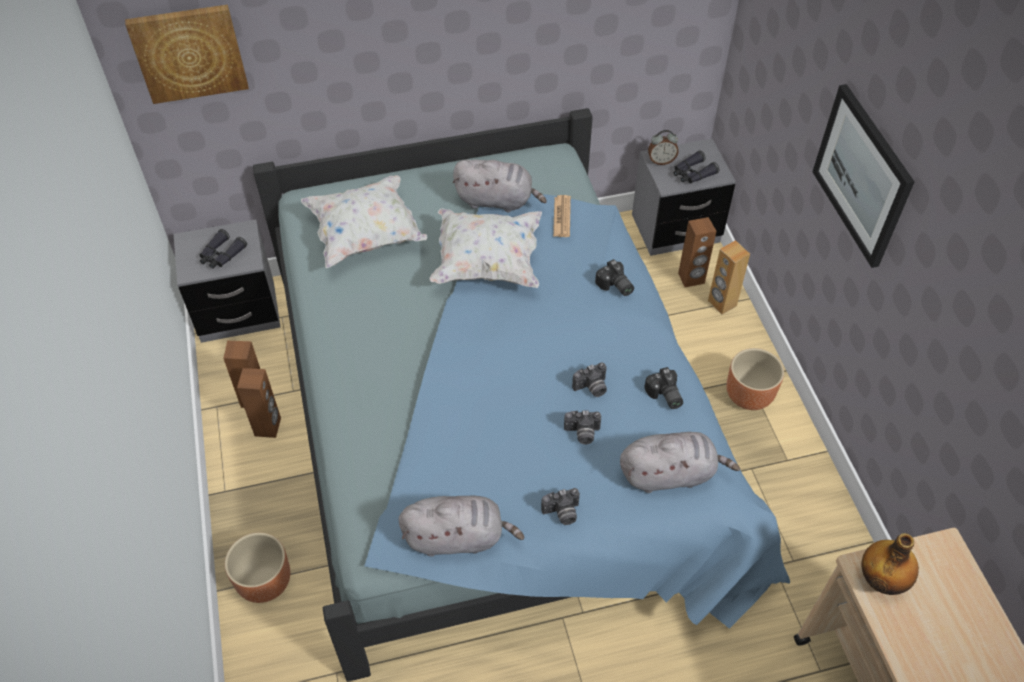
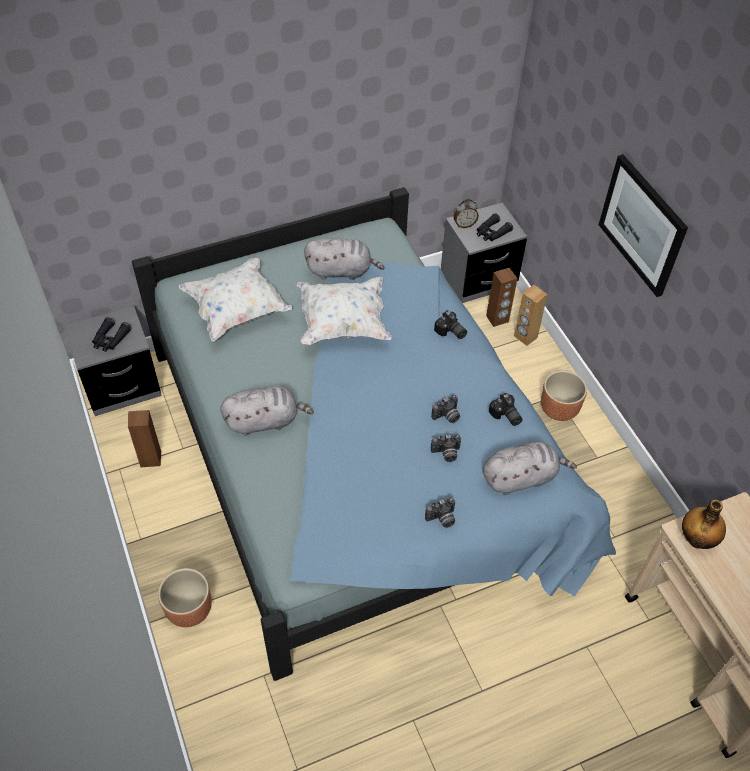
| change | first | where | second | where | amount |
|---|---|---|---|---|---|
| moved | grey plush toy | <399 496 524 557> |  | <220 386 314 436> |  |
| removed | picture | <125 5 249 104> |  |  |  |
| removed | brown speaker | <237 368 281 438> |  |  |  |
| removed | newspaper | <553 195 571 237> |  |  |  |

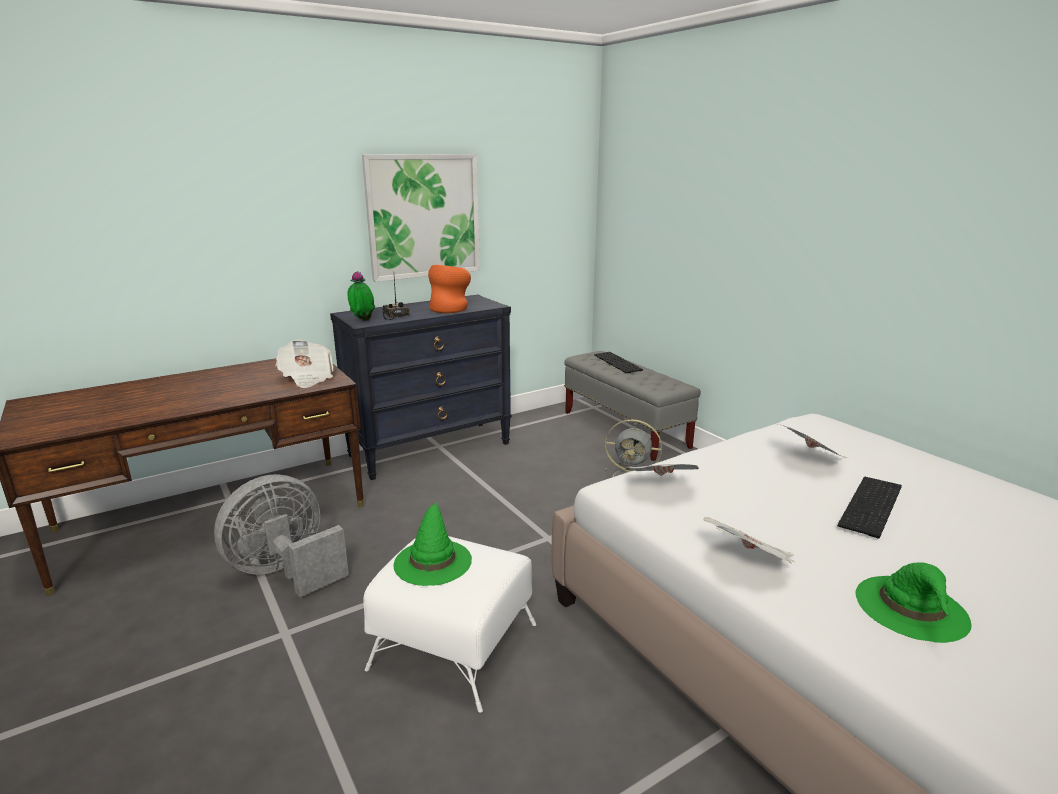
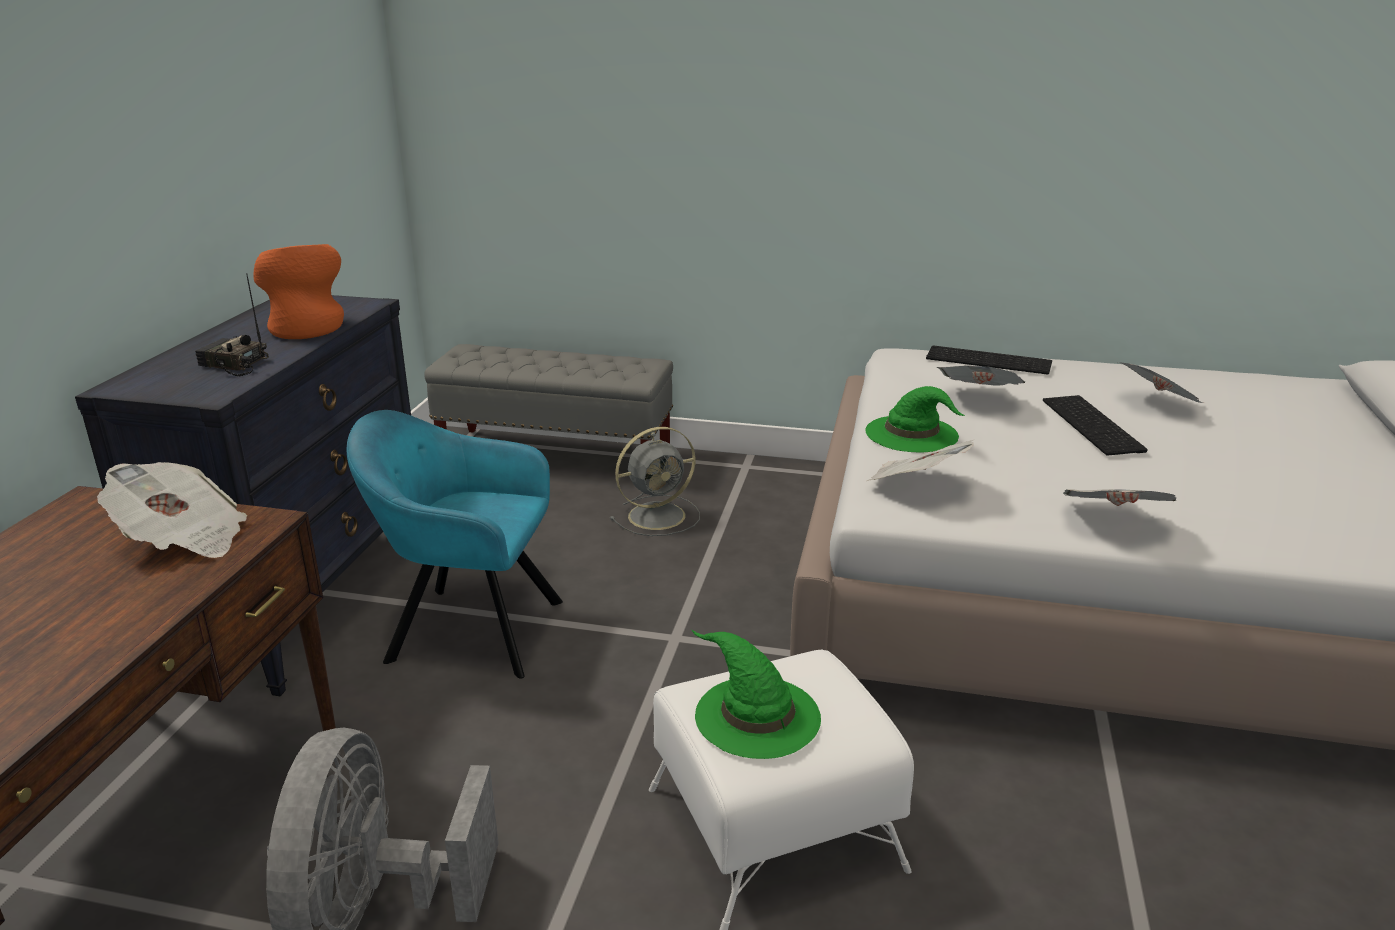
| change | first | where | second | where | amount |
|---|---|---|---|---|---|
| added |  |  | turquoise armchair | <347 410 563 678> |  |
| moved | green hat | <856 562 971 643> |  | <865 386 965 453> |  |
| moved | keyboard | <594 352 643 373> |  | <926 345 1052 375> |  |
| added |  |  | newspaper | <1118 362 1203 403> |  |
| removed | potted plant | <347 271 375 321> |  |  |  |
| removed | picture | <362 154 480 282> |  |  |  |

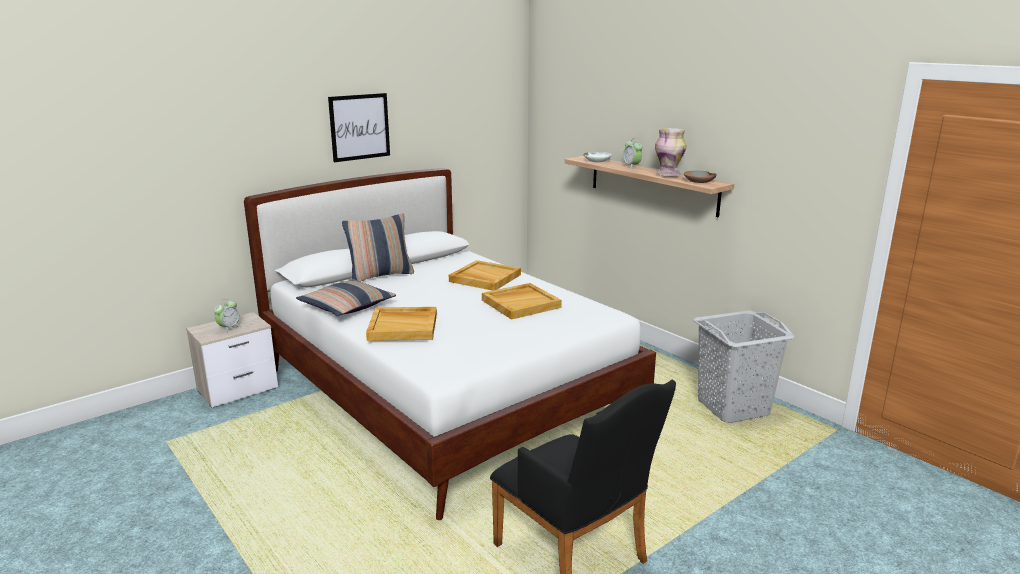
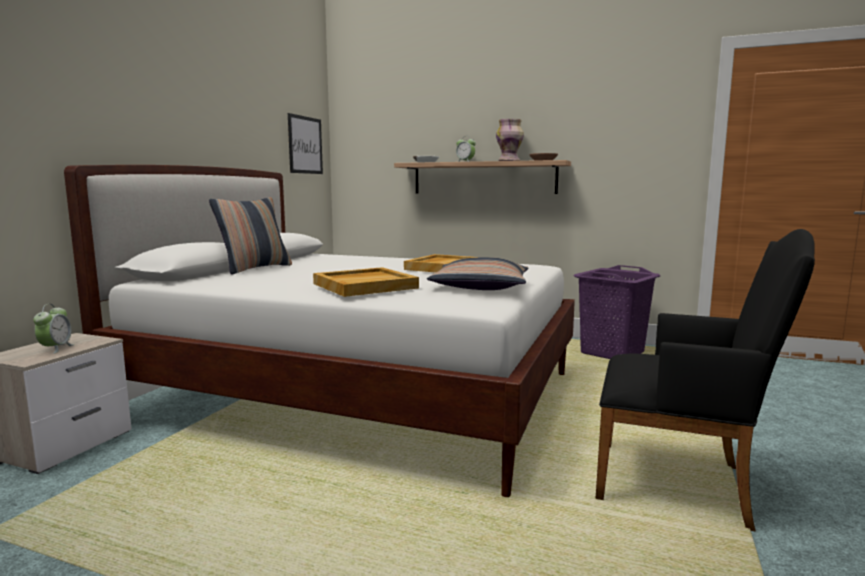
| change | first | where | second | where | amount |
|---|---|---|---|---|---|
| moved | picture | <328 93 390 162> |  | <288 113 323 174> |  |
| moved | pillow | <296 279 396 316> |  | <427 257 529 290> |  |
| recoloured | grey laundry basket | <693 310 795 423> | purple laundry basket | <574 265 660 359> |  |
| removed | beige tray | <449 260 521 291> |  |  |  |

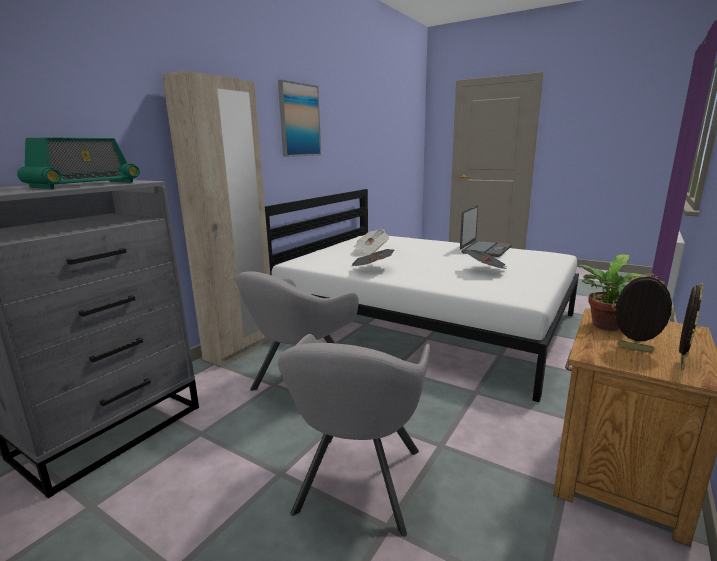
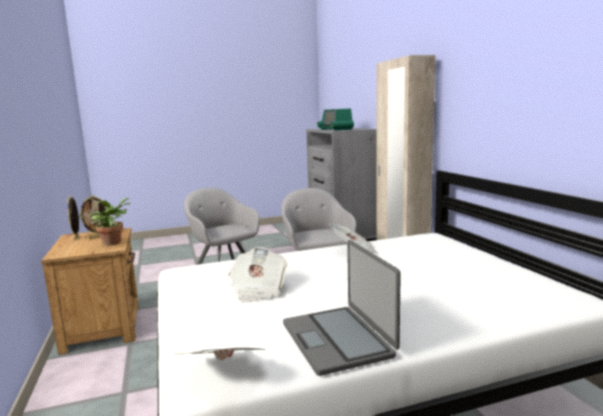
| change | first | where | second | where | amount |
|---|---|---|---|---|---|
| moved | newspaper | <350 229 389 257> |  | <174 347 266 360> |  |
| removed | picture | <278 80 321 157> |  |  |  |

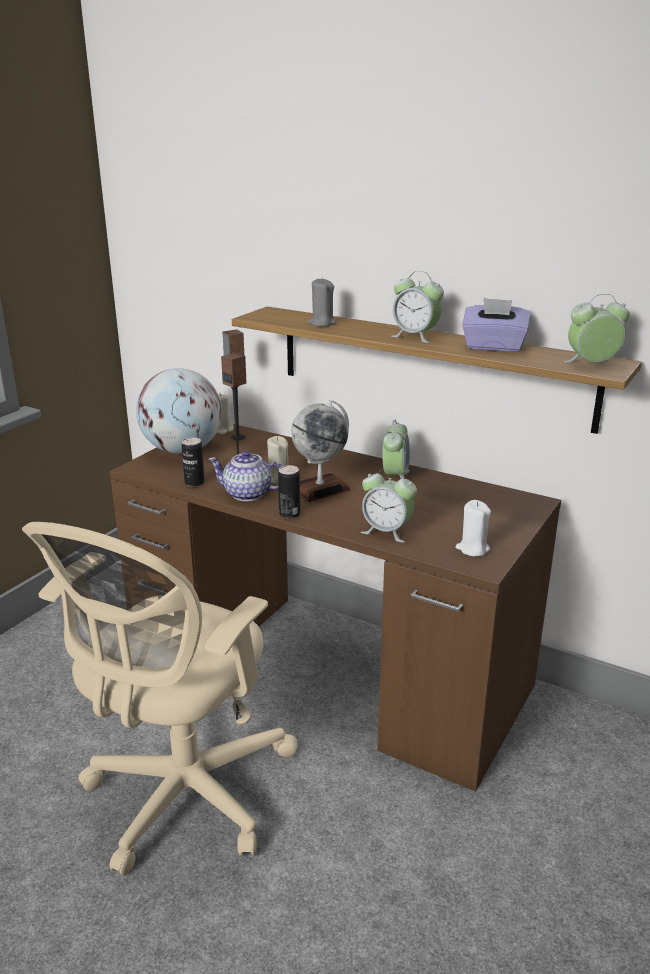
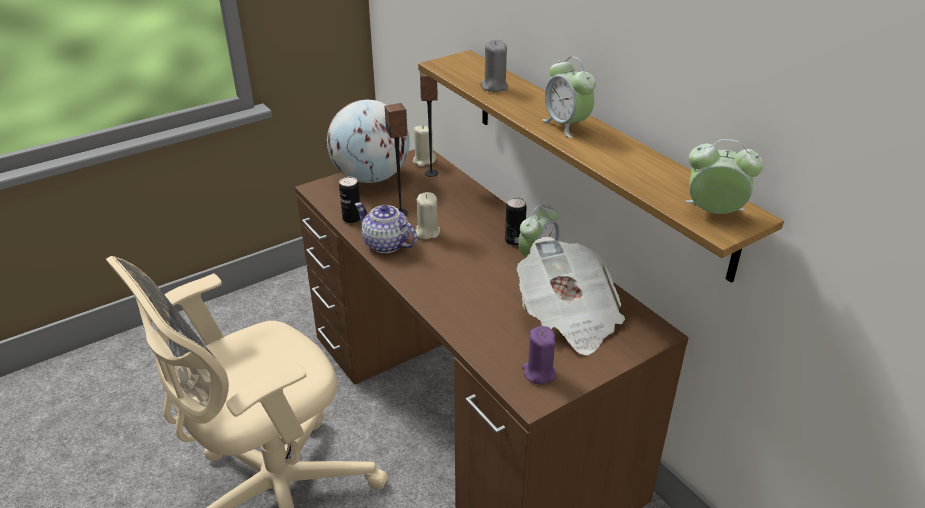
| change | first | where | second | where | amount |
|---|---|---|---|---|---|
| moved | can | <278 465 300 518> |  | <505 197 527 246> |  |
| added |  |  | newspaper | <517 237 625 355> |  |
| recoloured | white candle | <455 500 491 556> | purple candle | <523 326 556 384> |  |
| removed | globe | <291 399 351 502> |  |  |  |
| removed | alarm clock | <361 467 417 543> |  |  |  |
| removed | purple tissue box | <462 298 531 352> |  |  |  |

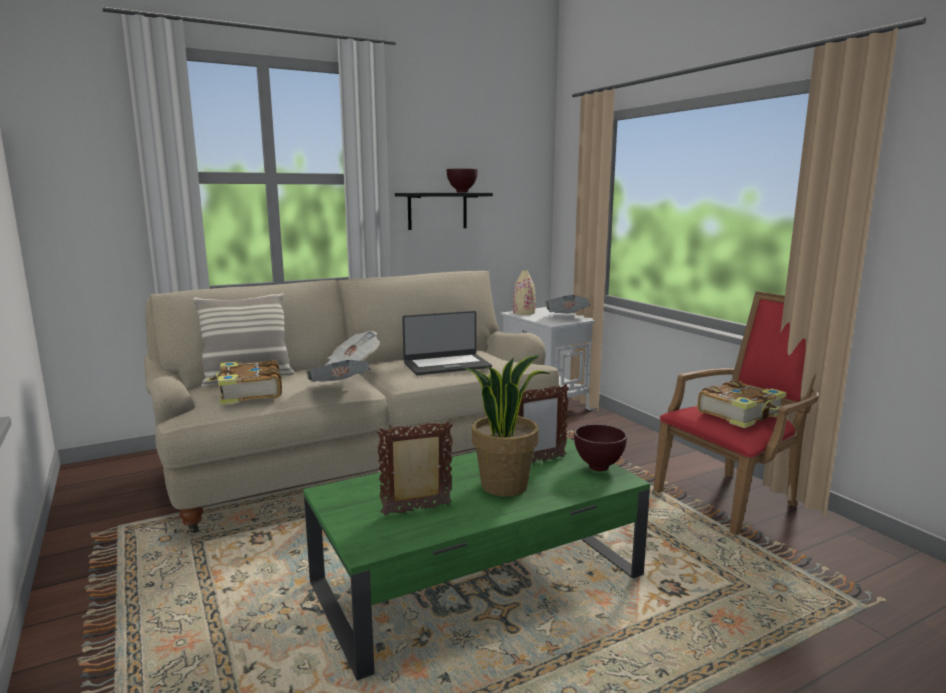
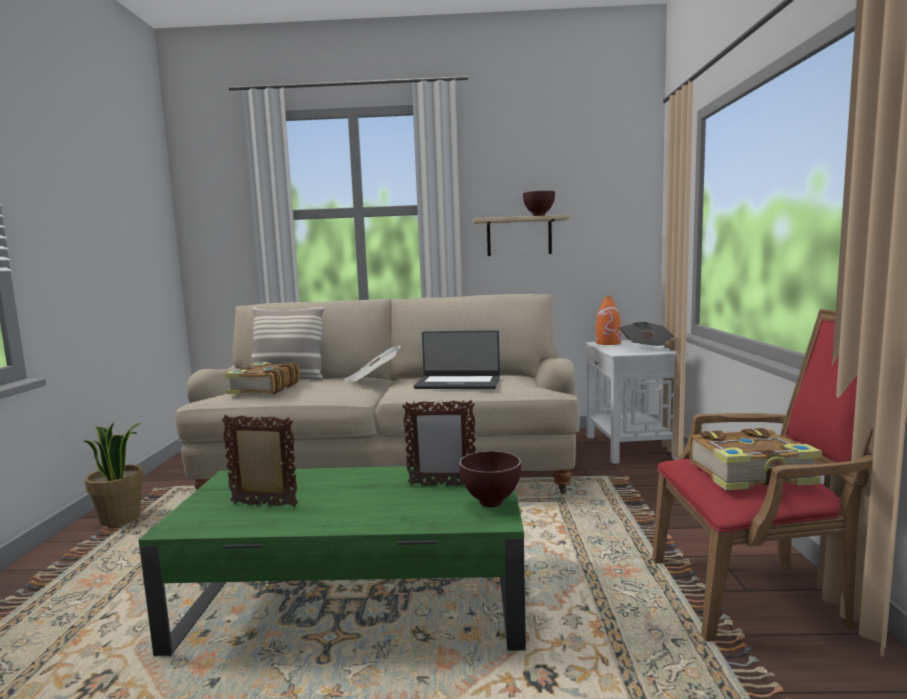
| change | first | where | second | where | amount |
|---|---|---|---|---|---|
| moved | potted plant | <465 355 551 497> |  | <84 422 144 527> |  |
| recoloured | black shelf | <395 193 493 230> | beige shelf | <473 215 570 256> |  |
| recoloured | beige vase | <513 270 535 315> | orange vase | <596 297 621 345> |  |
| removed | newspaper | <306 360 371 382> |  |  |  |

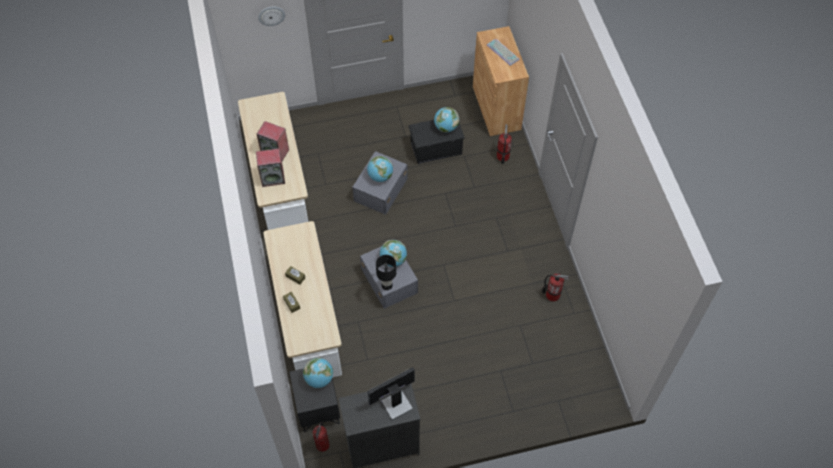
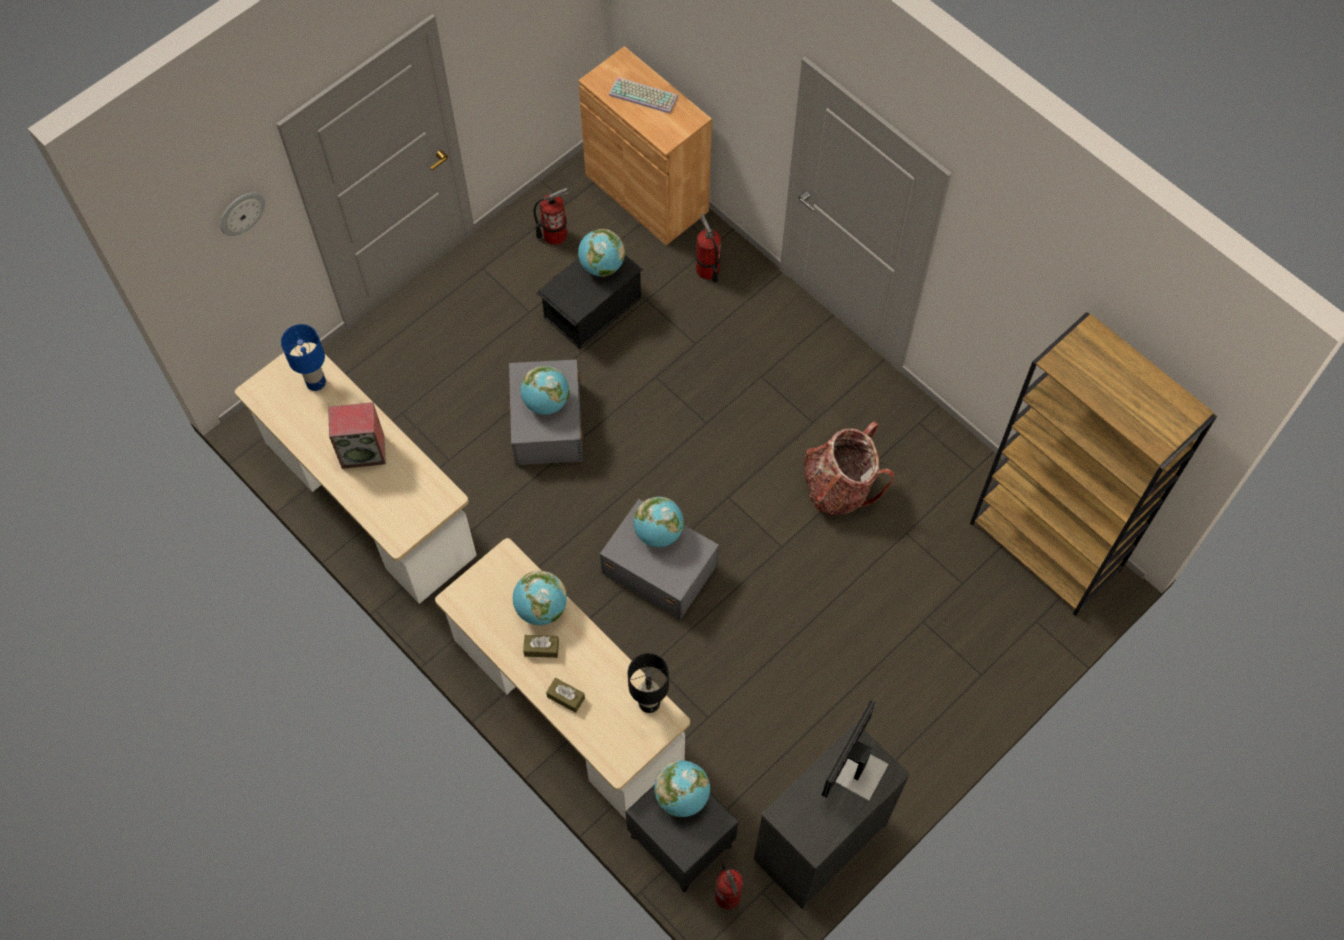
| change | first | where | second | where | amount |
|---|---|---|---|---|---|
| added |  |  | blue table lamp | <281 324 326 391> |  |
| added |  |  | globe | <513 571 567 625> |  |
| moved | fire extinguisher | <542 272 569 302> |  | <533 188 569 245> |  |
| moved | black table lamp | <376 255 396 290> |  | <628 653 669 713> |  |
| added |  |  | backpack | <804 421 894 516> |  |
| added |  |  | brown bookcase | <970 312 1217 616> |  |
| removed | speaker | <256 148 285 187> |  |  |  |

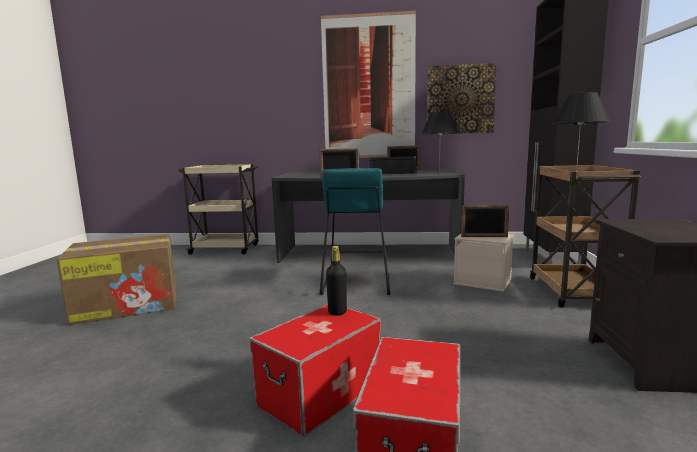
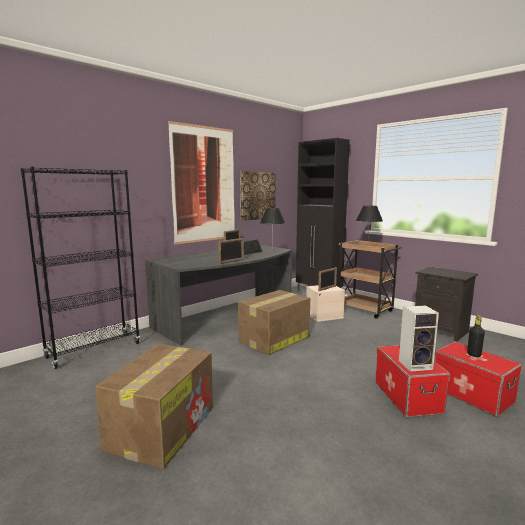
| change | first | where | second | where | amount |
|---|---|---|---|---|---|
| replaced | beige cart | <178 164 259 255> | black bookcase | <21 167 140 369> |  |
| replaced | turquoise stool | <320 168 390 295> | cardboard box | <238 290 310 355> |  |
| added |  |  | speaker | <399 305 439 372> |  |
| moved | black bottle | <326 246 347 316> |  | <467 315 485 357> |  |

